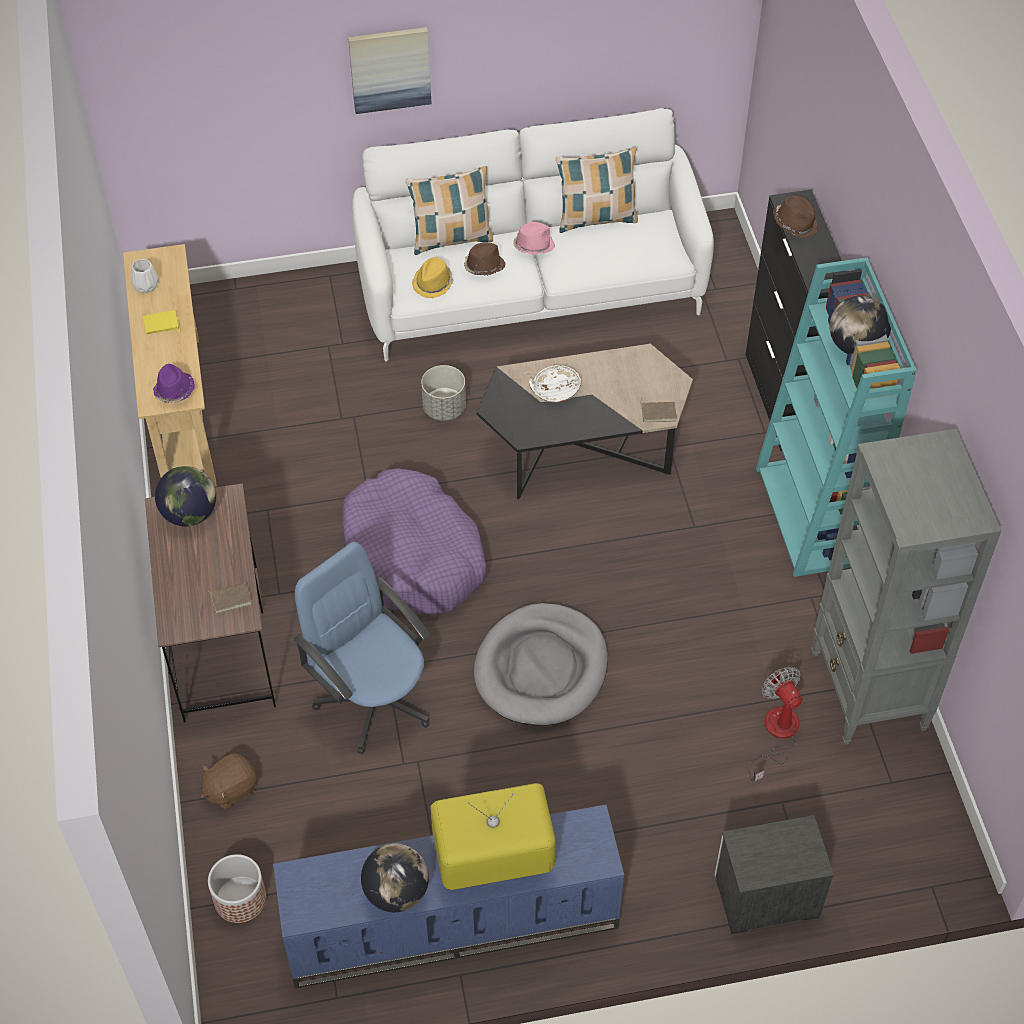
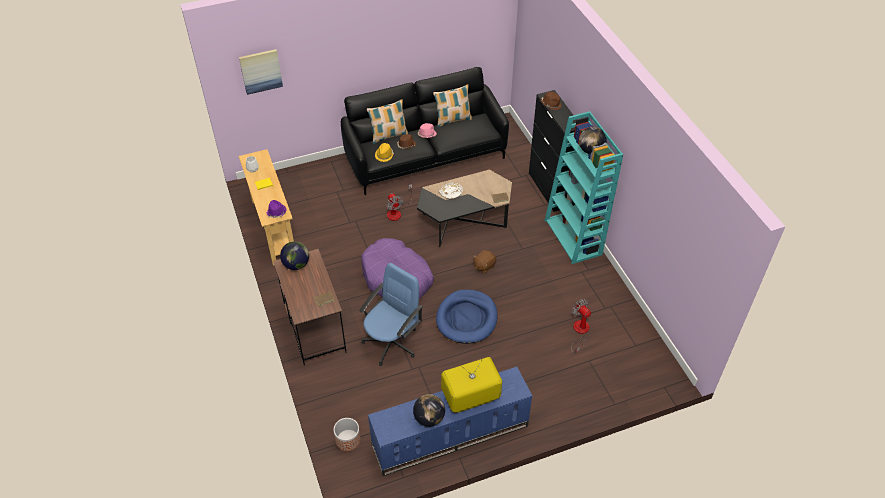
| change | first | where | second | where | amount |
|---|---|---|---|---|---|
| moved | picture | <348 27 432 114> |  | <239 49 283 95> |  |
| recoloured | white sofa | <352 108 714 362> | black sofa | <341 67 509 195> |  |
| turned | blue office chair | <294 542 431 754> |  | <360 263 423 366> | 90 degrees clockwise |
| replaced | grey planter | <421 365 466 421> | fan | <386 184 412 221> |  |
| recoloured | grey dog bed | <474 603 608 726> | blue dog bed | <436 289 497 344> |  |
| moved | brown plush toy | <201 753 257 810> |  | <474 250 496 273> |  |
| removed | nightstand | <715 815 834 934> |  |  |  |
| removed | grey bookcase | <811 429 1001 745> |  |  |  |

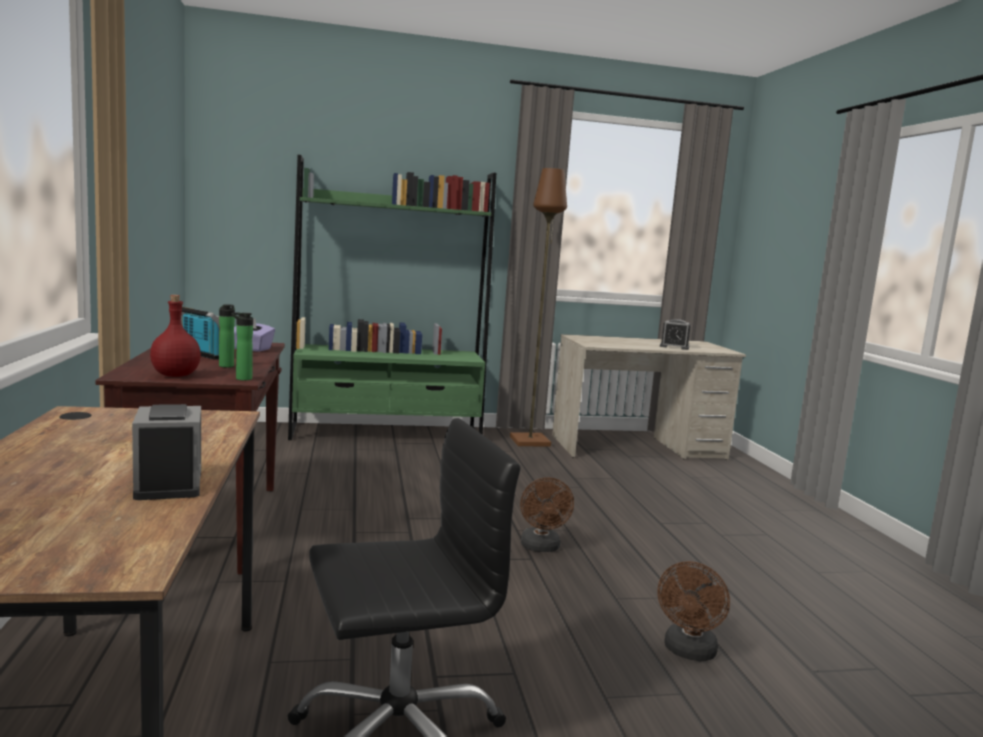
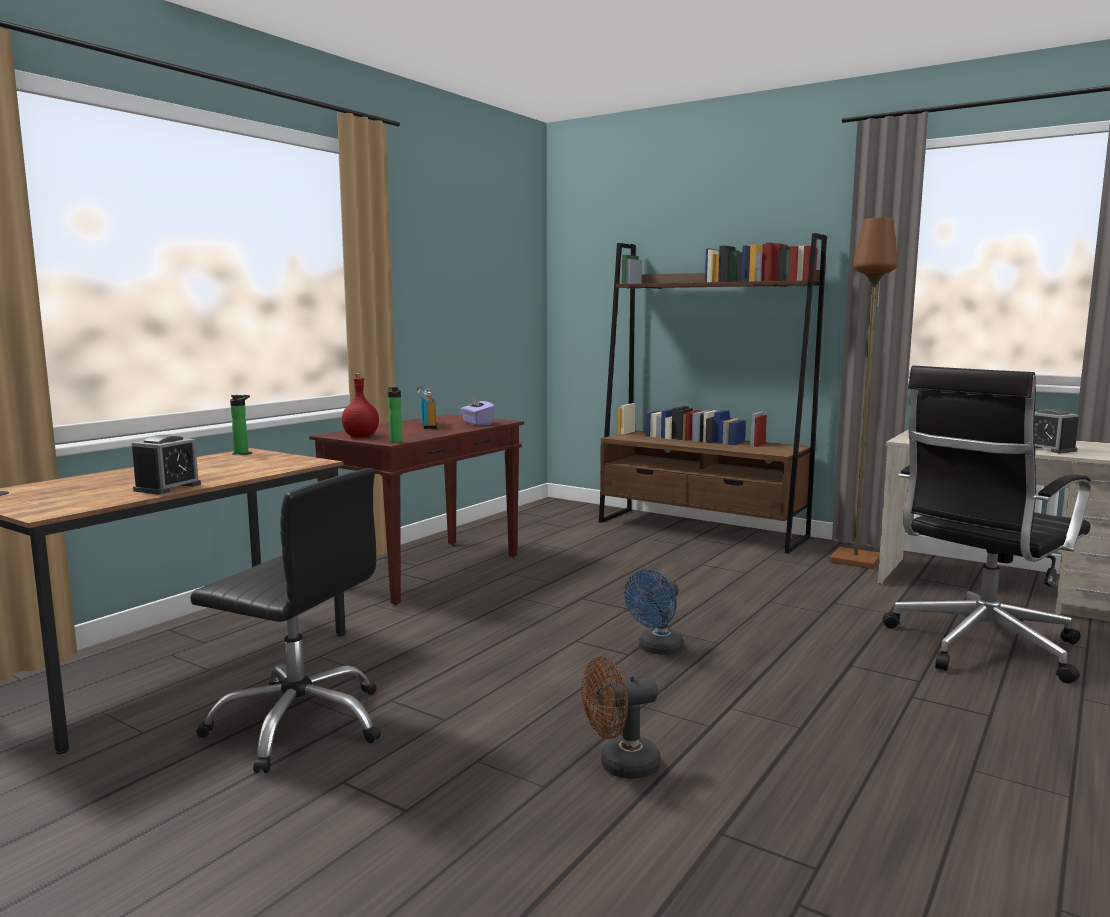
| change | first | where | second | where | amount |
|---|---|---|---|---|---|
| moved | bottle | <219 304 235 368> |  | <230 395 250 454> |  |
| recoloured | green bookcase | <288 155 496 440> | brown bookcase | <599 233 827 554> |  |
| recoloured | brown fan | <520 477 574 552> | blue fan | <625 569 684 655> |  |
| added |  |  | black office chair | <882 366 1091 683> |  |

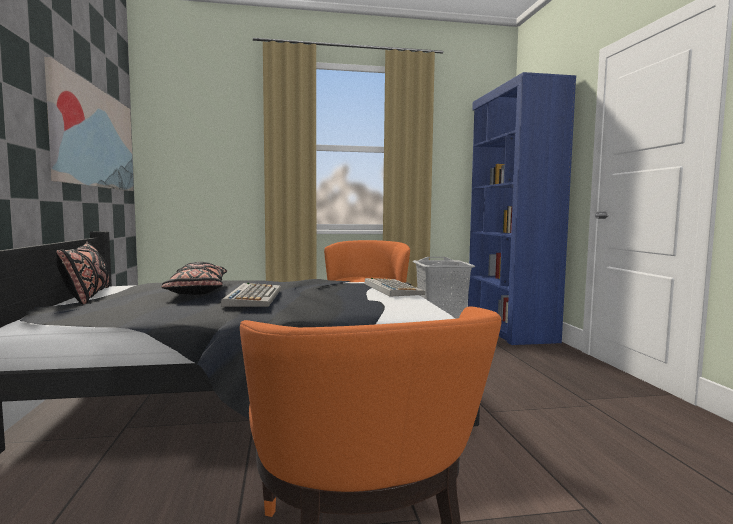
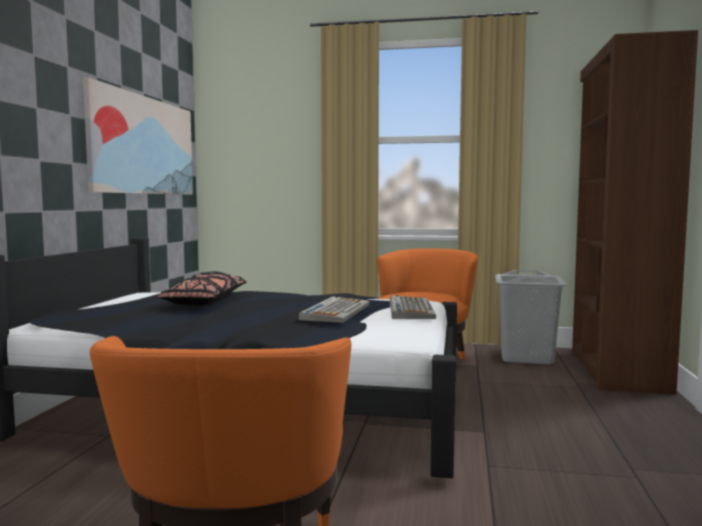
| change | first | where | second | where | amount |
|---|---|---|---|---|---|
| moved | keyboard | <221 283 281 307> |  | <298 296 369 323> |  |
| recoloured | blue bookcase | <468 72 576 345> | brown bookcase | <572 30 698 394> |  |
| removed | black pillow | <56 242 110 304> |  |  |  |

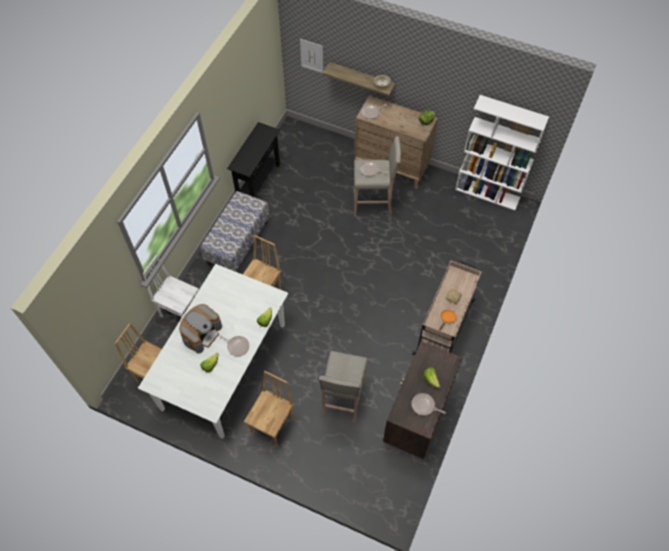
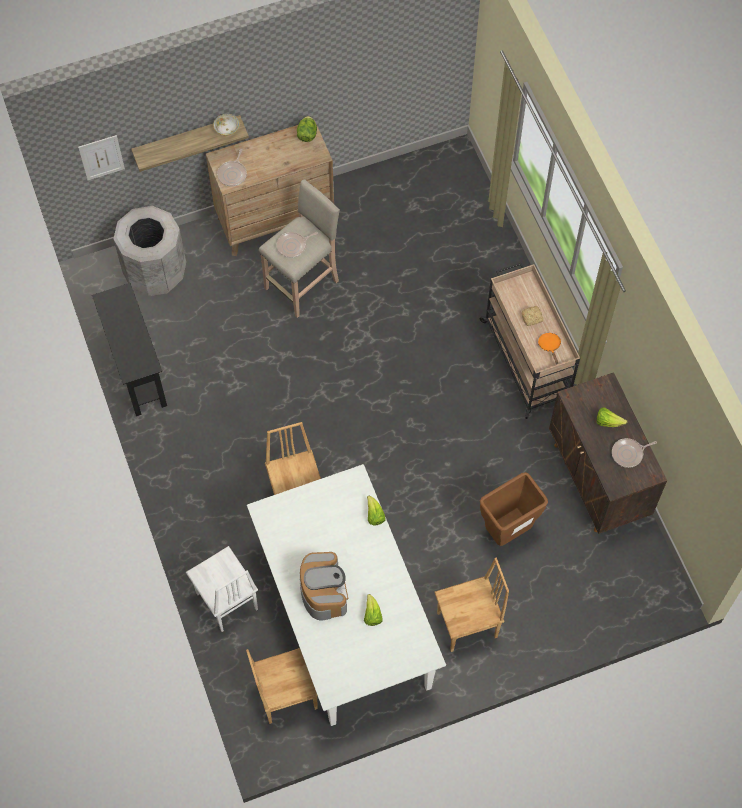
| change | first | where | second | where | amount |
|---|---|---|---|---|---|
| added |  |  | grey trash can | <114 206 186 296> |  |
| turned | white chair | <143 255 199 318> |  | <186 546 258 632> | 105 degrees counterclockwise |
| turned | brown chair | <244 371 294 447> |  | <434 558 509 652> | 90 degrees clockwise |
| replaced | beige stool | <319 351 368 422> | brown trash can | <480 472 548 546> |  |
| removed | bench | <200 191 269 272> |  |  |  |
| removed | frying pan | <219 335 249 356> |  |  |  |
| removed | white bookcase | <455 95 549 210> |  |  |  |

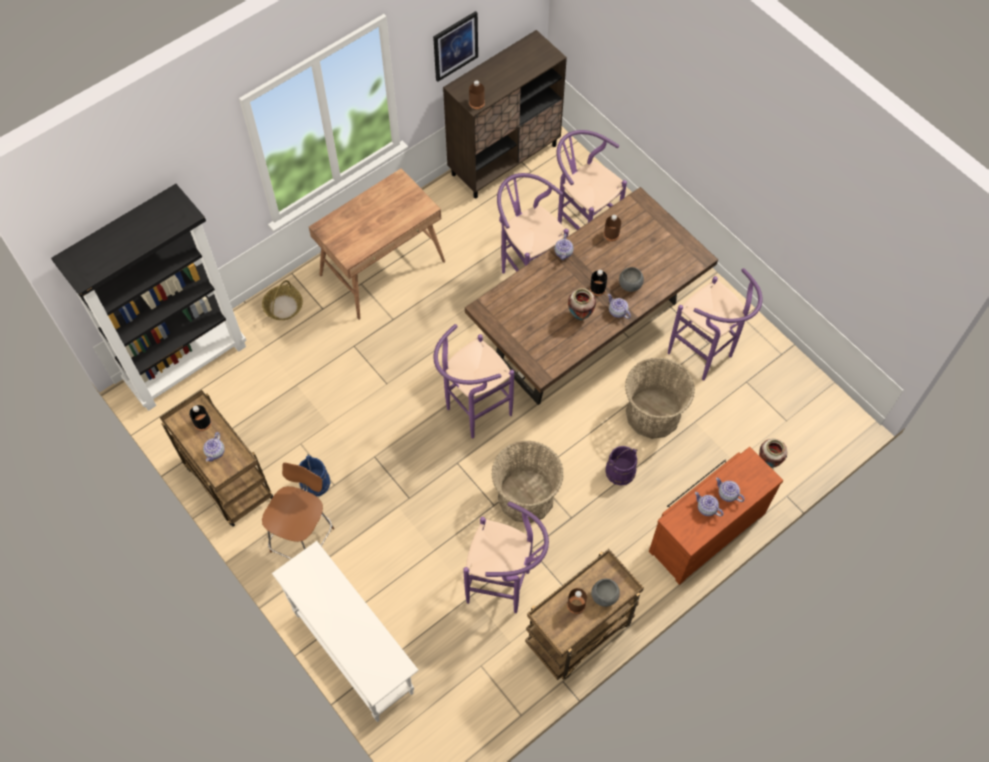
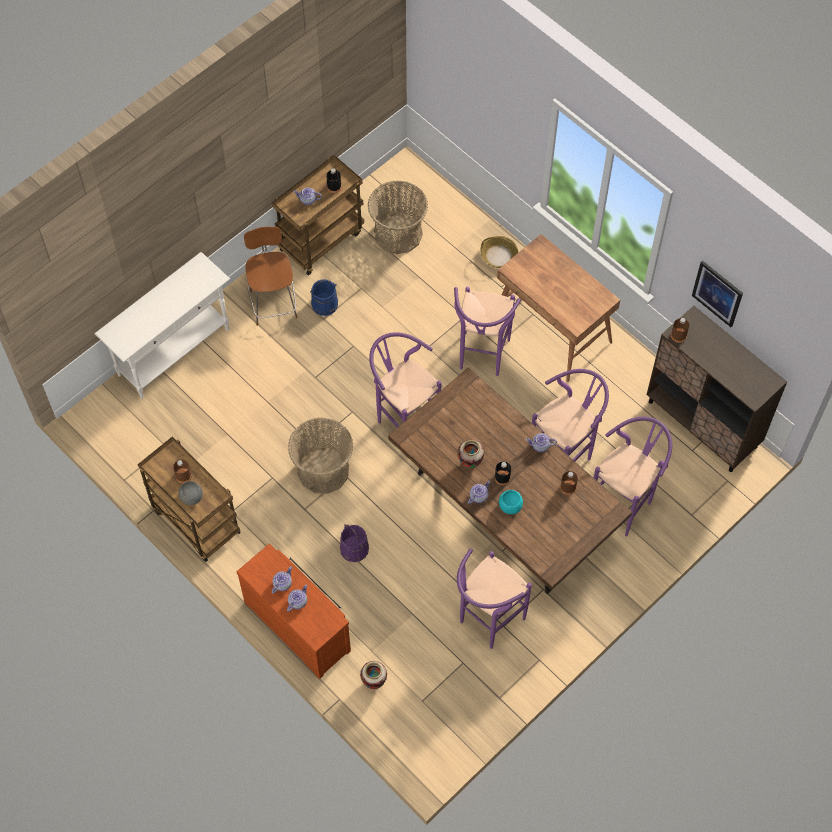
| change | first | where | second | where | amount |
|---|---|---|---|---|---|
| turned | brown chair | <262 463 334 559> |  | <244 227 298 326> | 120 degrees counterclockwise |
| moved | basket | <625 357 695 439> |  | <368 180 428 254> |  |
| moved | purple stool | <463 502 549 613> |  | <454 287 521 376> |  |
| recoloured | grey bowl | <619 267 644 292> | turquoise bowl | <499 490 523 514> |  |
| removed | black bookcase | <51 184 247 411> |  |  |  |

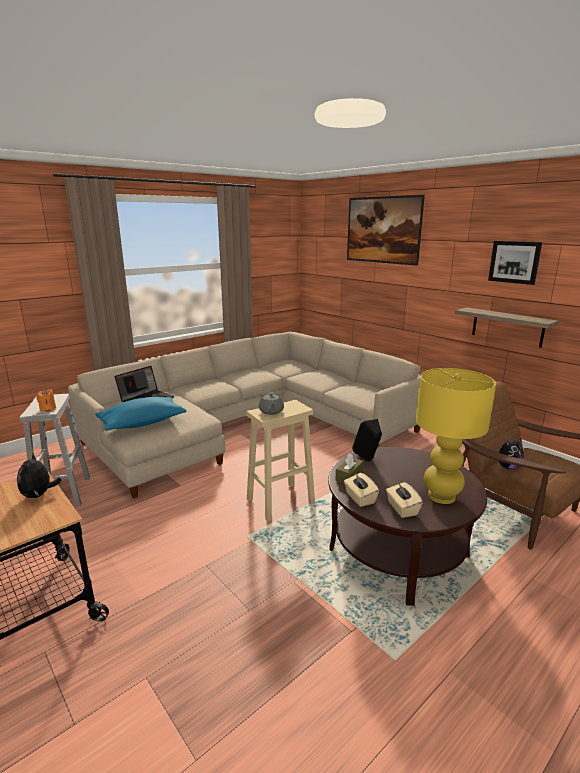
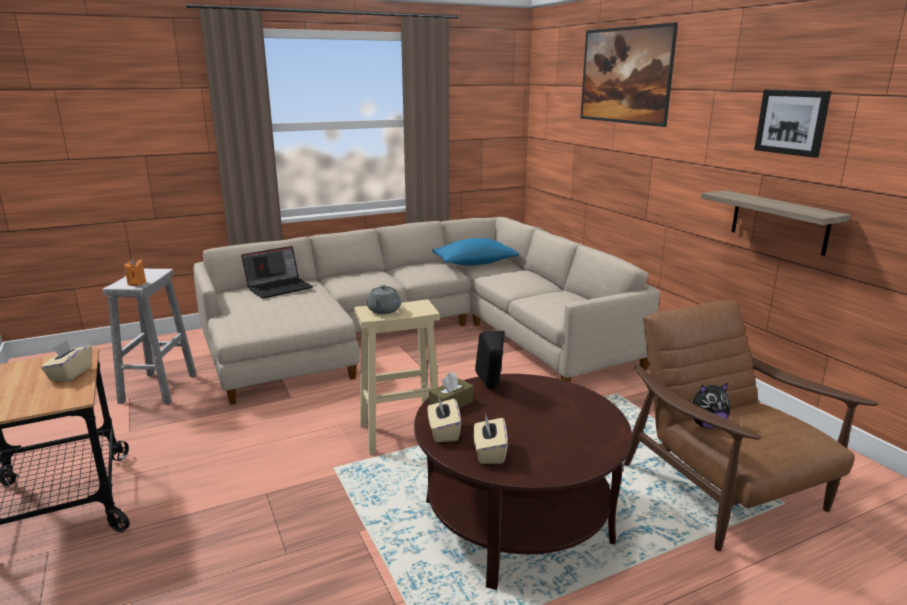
| change | first | where | second | where | amount |
|---|---|---|---|---|---|
| replaced | plush toy | <17 453 61 498> | beige tissue box | <41 340 92 382> |  |
| moved | blue pillow | <95 397 187 431> |  | <432 238 519 266> |  |
| removed | yellow table lamp | <416 368 496 504> |  |  |  |

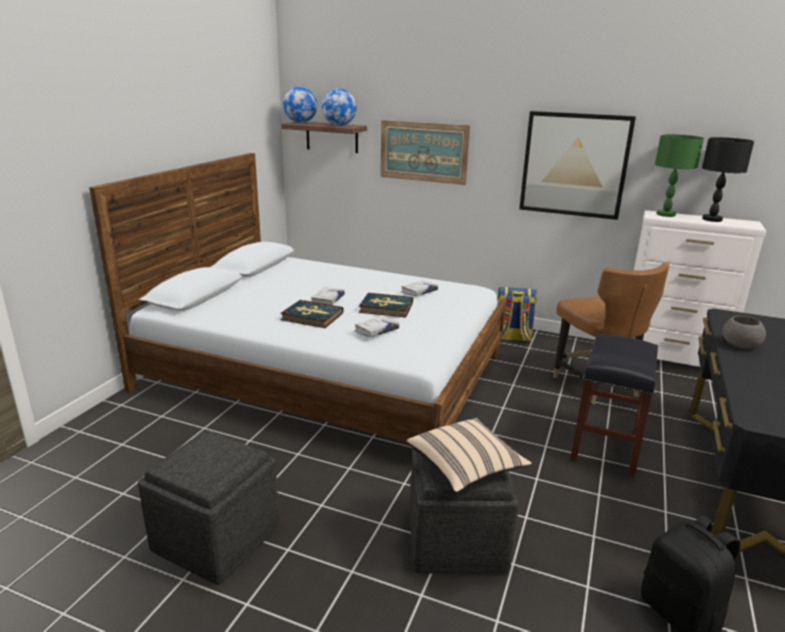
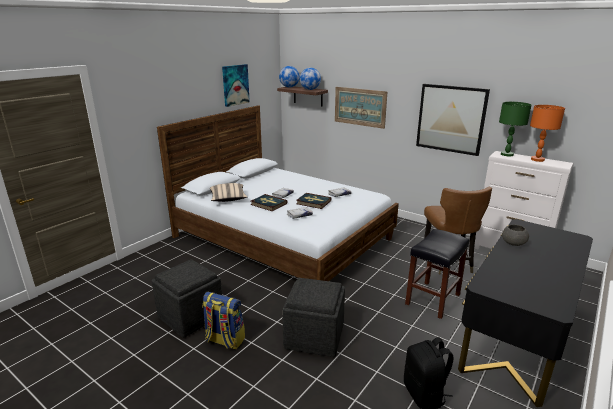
| change | first | where | second | where | amount |
|---|---|---|---|---|---|
| moved | backpack | <497 287 537 342> |  | <202 292 245 350> |  |
| moved | beige pillow | <407 418 532 492> |  | <210 183 247 202> |  |
| added |  |  | picture | <222 64 250 107> |  |
| recoloured | black table lamp | <702 137 754 222> | orange table lamp | <530 105 565 162> |  |

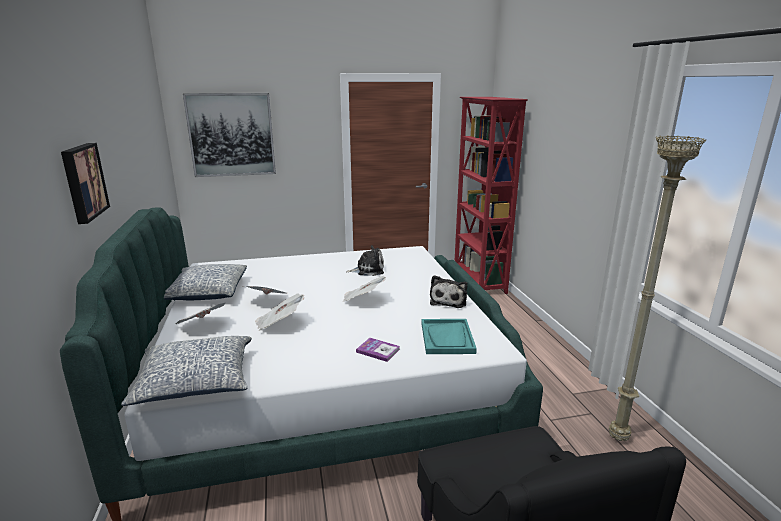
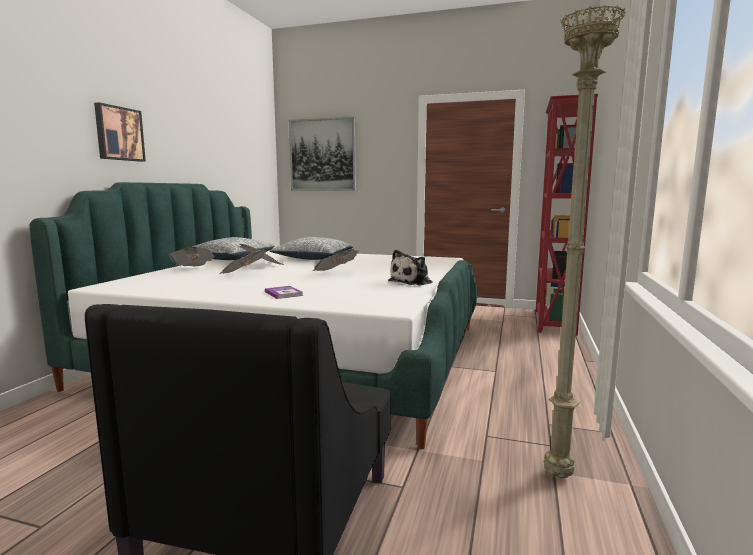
| change | first | where | second | where | amount |
|---|---|---|---|---|---|
| moved | pillow | <121 336 252 406> |  | <270 237 353 260> |  |
| removed | plush toy | <346 245 384 276> |  |  |  |
| removed | turquoise tray | <421 319 477 354> |  |  |  |

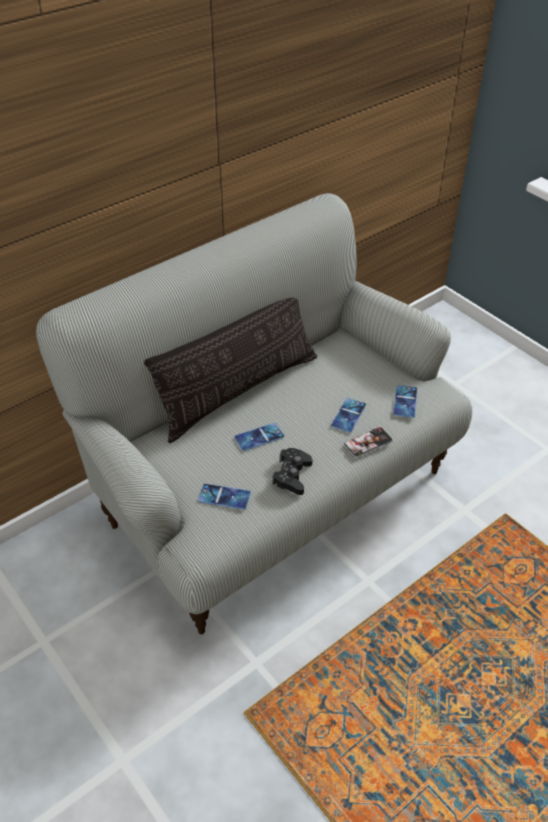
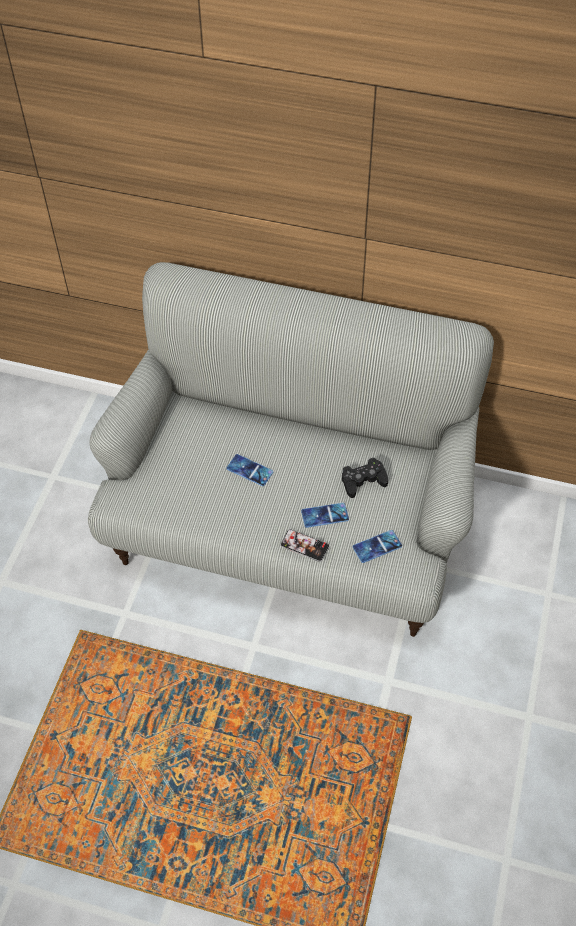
| change | first | where | second | where | amount |
|---|---|---|---|---|---|
| moved | black game controller | <272 448 313 495> |  | <342 458 388 498> |  |
| removed | pillow | <144 298 317 443> |  |  |  |
| removed | phone | <198 484 251 510> |  |  |  |

